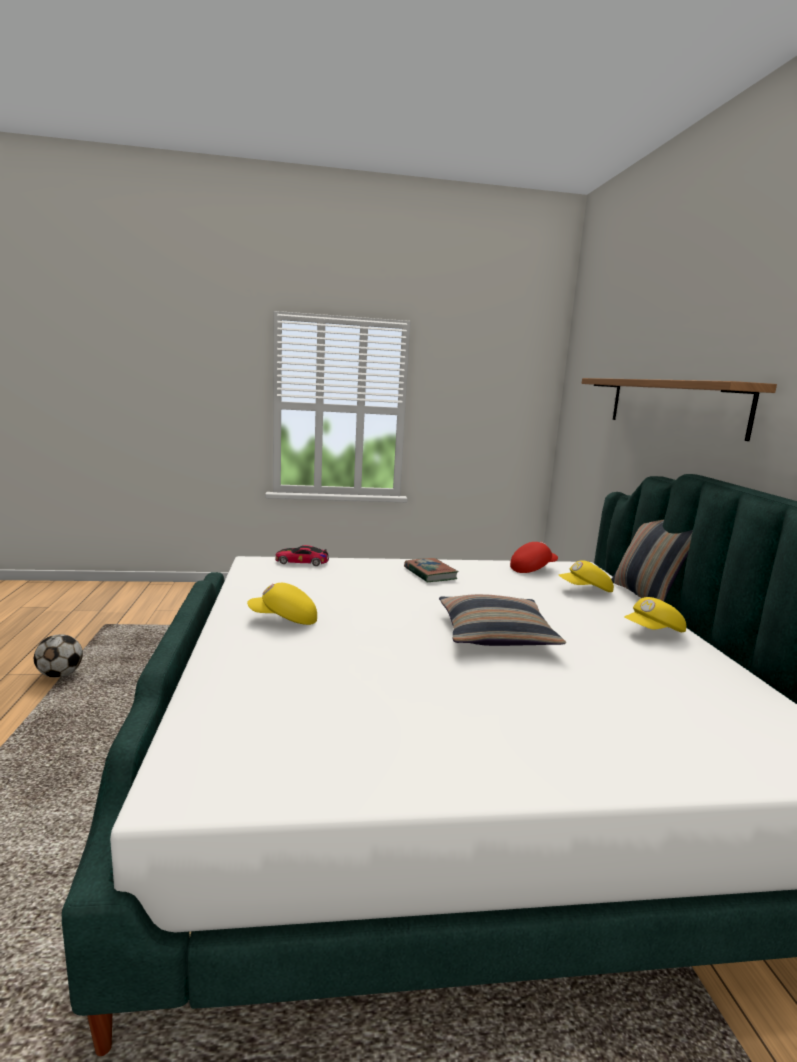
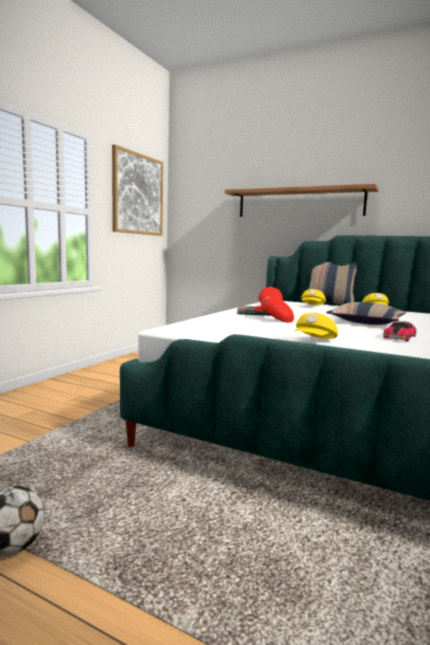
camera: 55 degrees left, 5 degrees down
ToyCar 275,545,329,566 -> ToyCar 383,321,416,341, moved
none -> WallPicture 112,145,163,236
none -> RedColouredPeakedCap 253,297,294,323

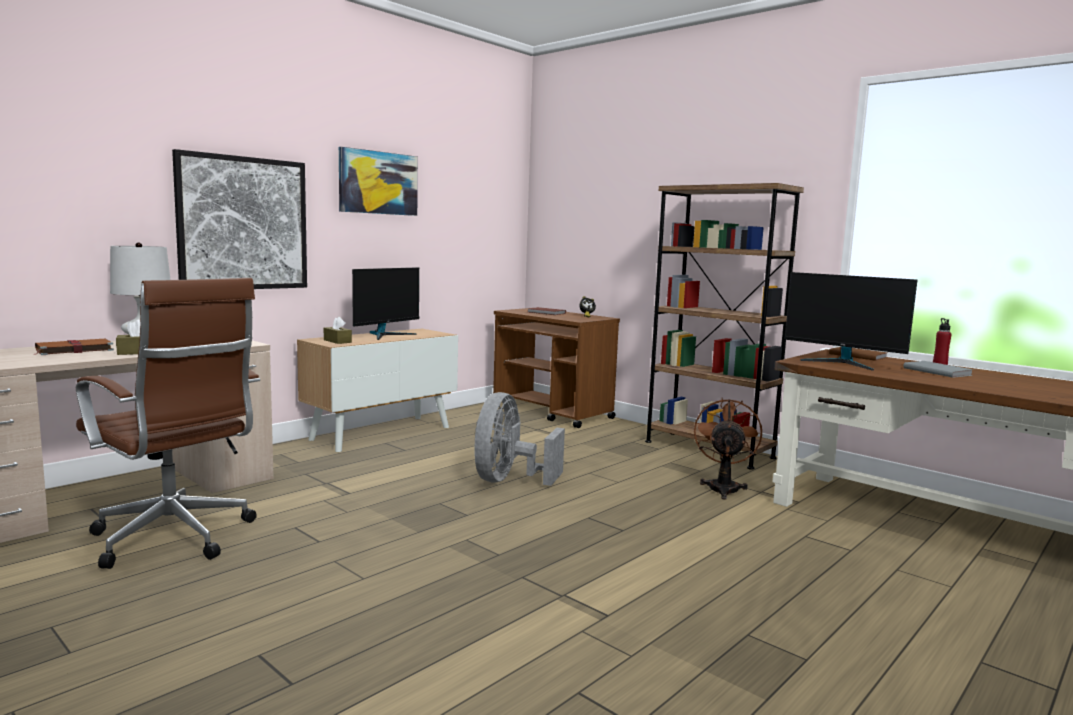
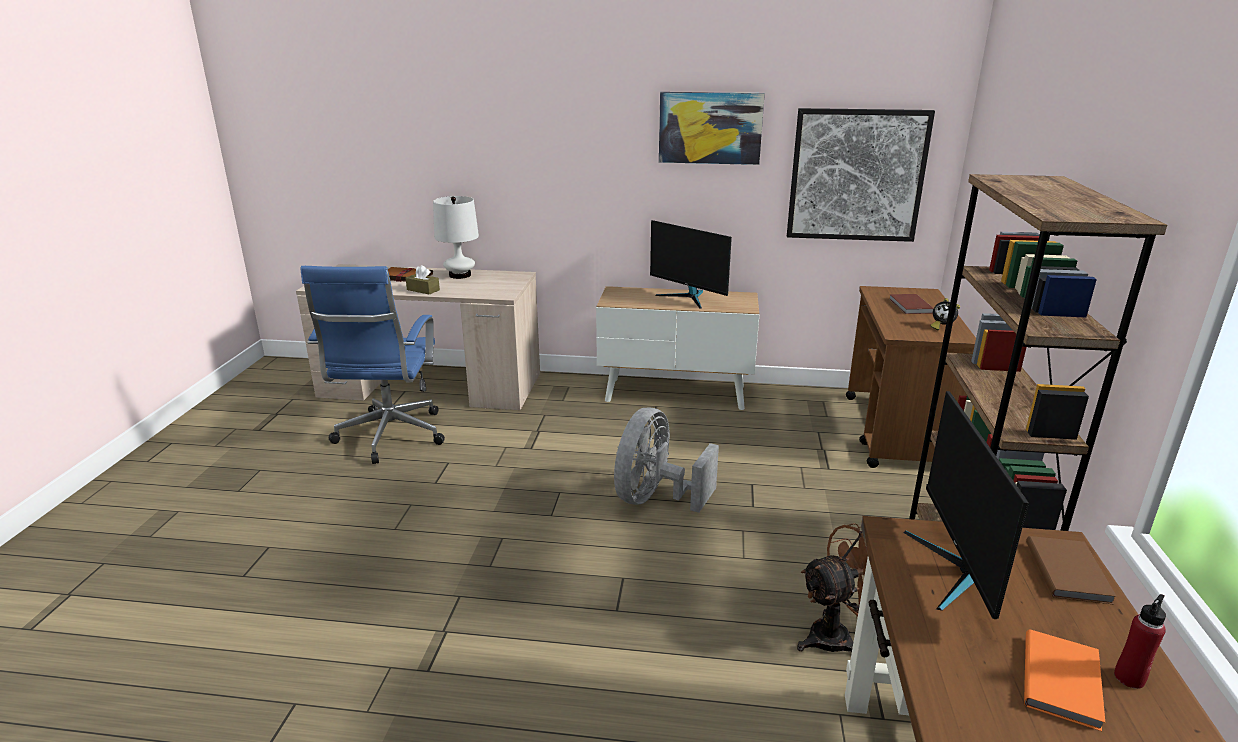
camera: 55 degrees right, 15 degrees up
BrownOfficeChair 76,278,260,569 -> BluishOfficeChair 300,266,445,464
WallPicture 172,149,307,289 -> WallPicture 787,108,935,242, moved
BrownBoxOfTissues 324,316,352,344 -> none
ComputerDisplay 352,267,419,340 -> ComputerDisplay 650,220,732,309, 45 degrees clockwise
GreyCoolingFan 474,392,565,486 -> GreyCoolingFan 614,408,719,513, 45 degrees counterclockwise
GreyBoundBook 903,361,973,378 -> OrangeBoundBook 1024,629,1105,731

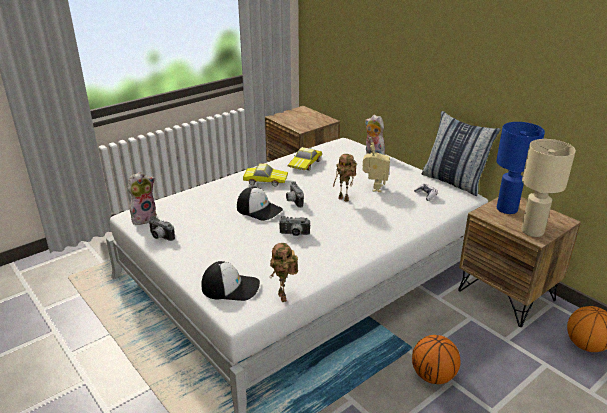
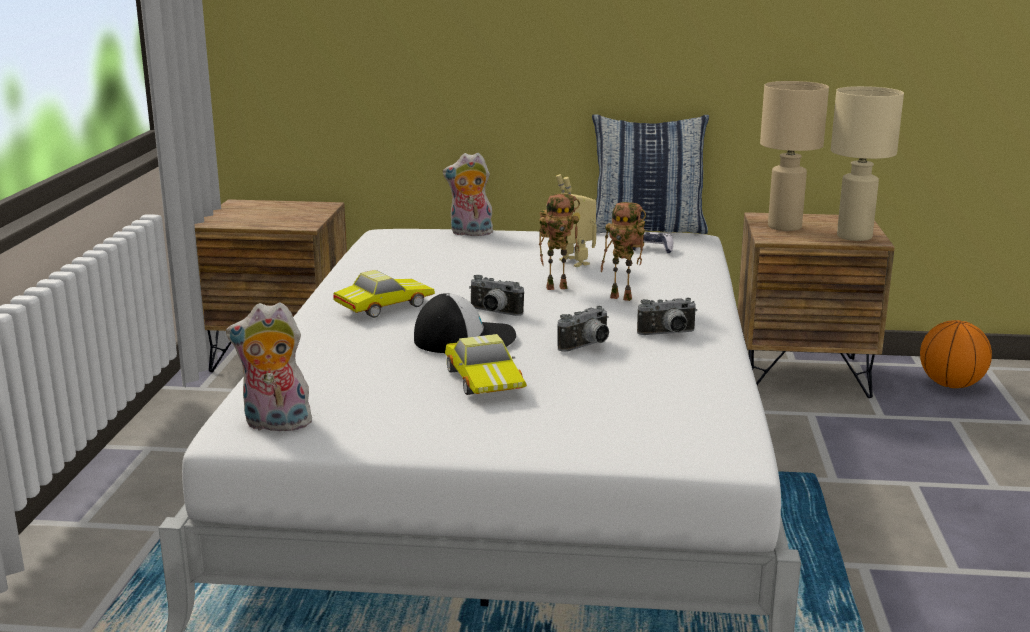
camera: 45 degrees left, 10 degrees down
CuddlyToy 128,172,157,225 -> CuddlyToy 226,302,315,431, 90 degrees counterclockwise
PhotoCamera 148,216,175,241 -> PhotoCamera 637,298,697,335, moved
PeakedCap 201,261,260,301 -> none
RobotFigure 269,243,298,302 -> RobotFigure 601,202,646,301, moved
ToyCar 288,147,322,171 -> ToyCar 445,334,527,395, moved
BallForBasketball 412,335,461,384 -> none
BluishTabletopLamp 496,122,545,214 -> SandColouredTabletopLamp 760,81,829,231

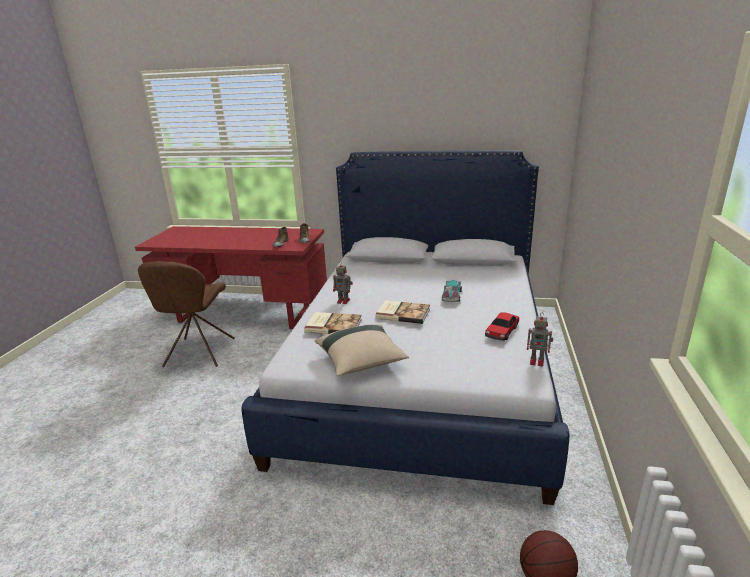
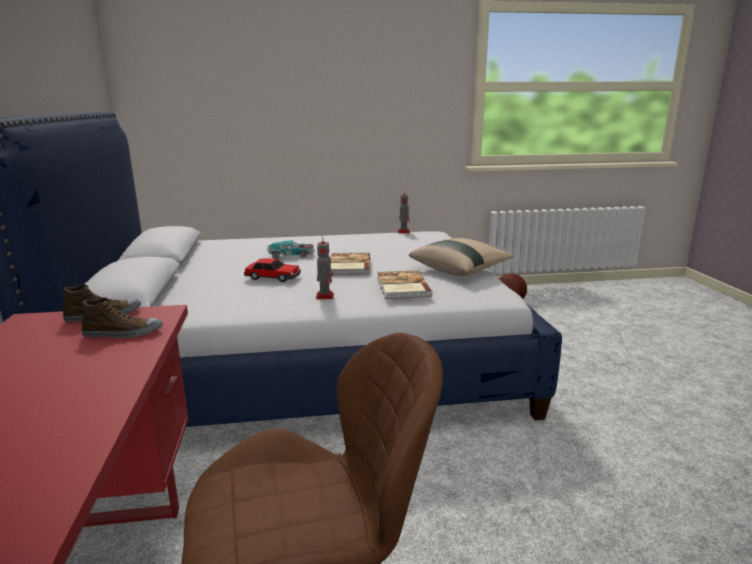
camera: 110 degrees left, 5 degrees down
ToyCar 485,312,519,341 -> ToyCar 244,258,301,282, moved

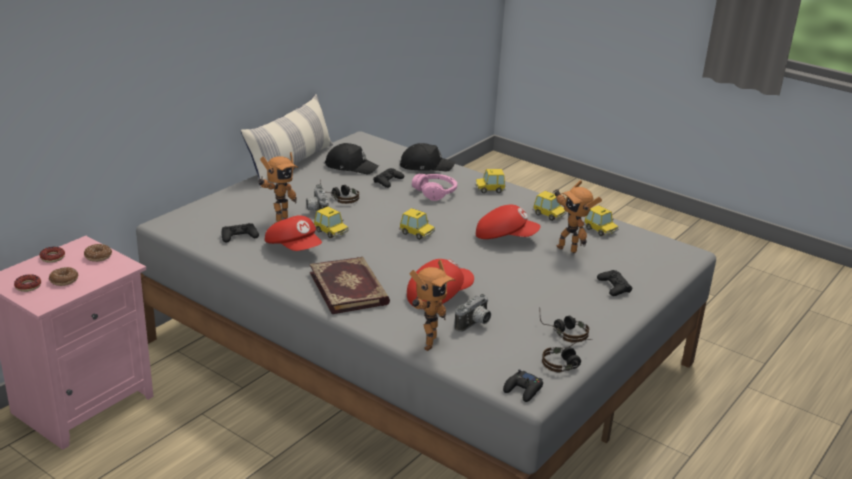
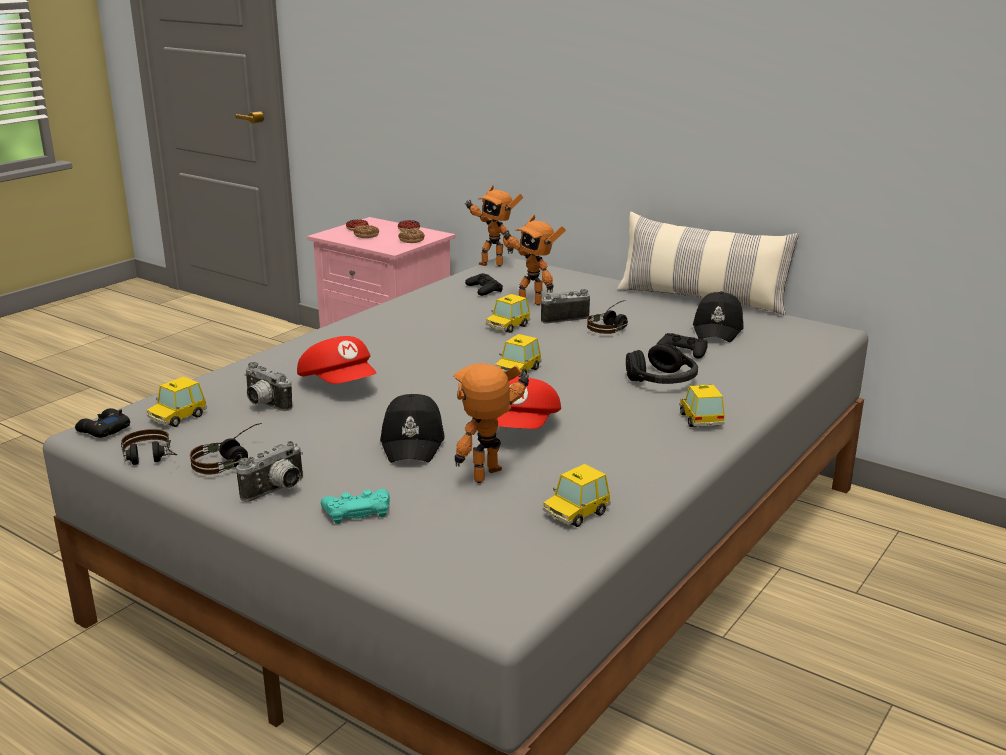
camera: 90 degrees right, 5 degrees down
RedColouredPeakedCap 265,215,322,251 -> none
BoundBook 310,257,390,314 -> none
BlackColouredPeakedCap 400,143,455,172 -> BlackColouredPeakedCap 380,394,445,463, moved
RobotFigure 409,260,456,351 -> RobotFigure 464,185,523,266, moved
PinkPairOfHeadphones 412,173,457,201 -> BlackColouredPairOfHeadphones 626,344,698,384
ToyCar 533,191,567,221 -> ToyCar 147,376,207,427, moved
BlackColouredJoypad 597,270,632,296 -> BlueGreenJoypad 321,489,390,524
none -> PhotoCamera 236,441,303,502

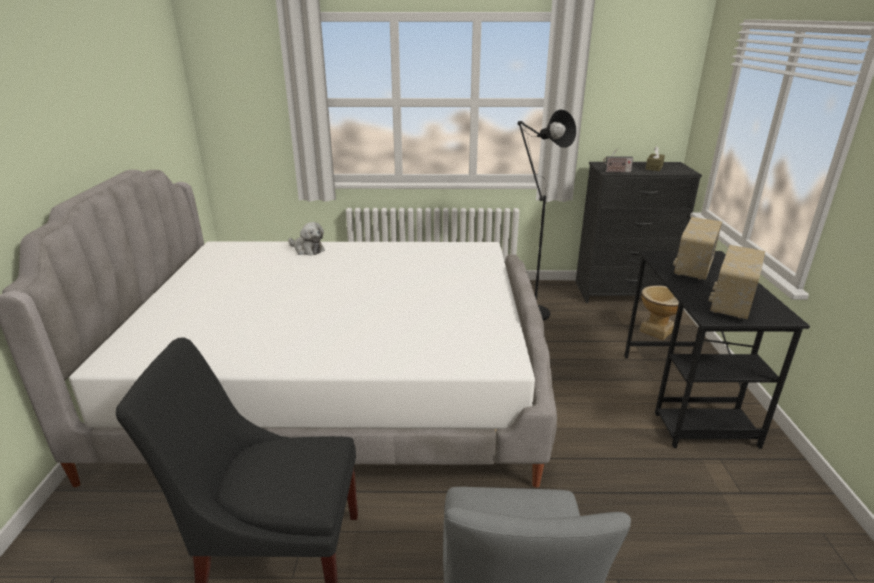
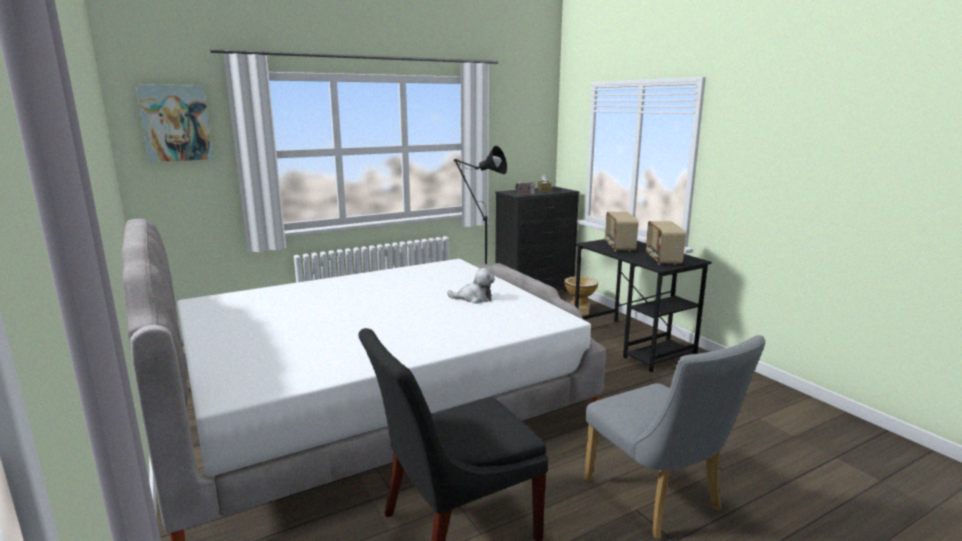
camera: 30 degrees left, 10 degrees down
CuddlyToy 288,222,325,256 -> CuddlyToy 447,268,495,304, moved
none -> WallPicture 136,84,213,162

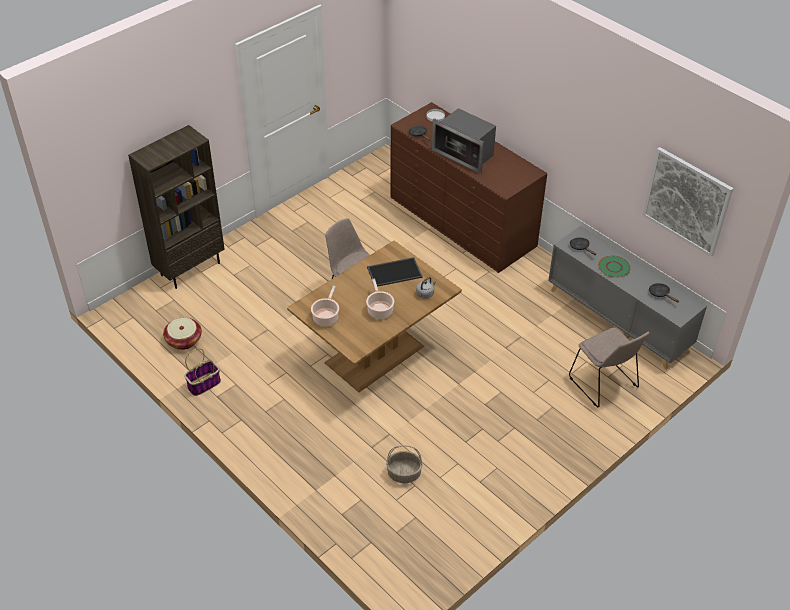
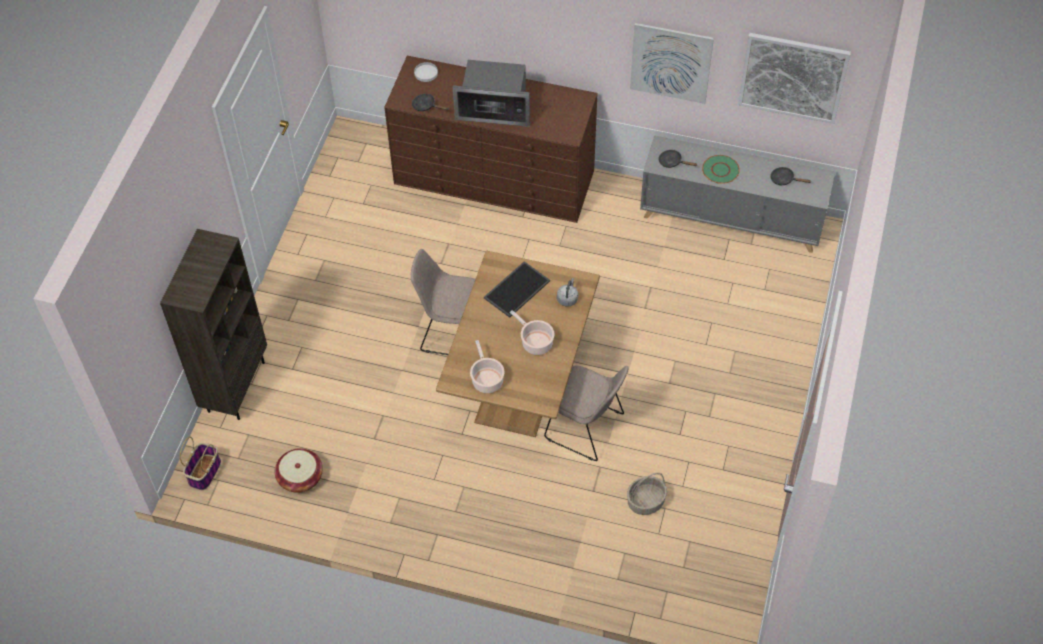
camera: 30 degrees left, 10 degrees up
HouseholdBasket 184,348,221,396 -> HouseholdBasket 180,437,221,490, moved
SandColouredUprightChair 569,328,650,408 -> SandColouredUprightChair 544,365,629,461, moved
none -> WallPicture 630,23,714,104

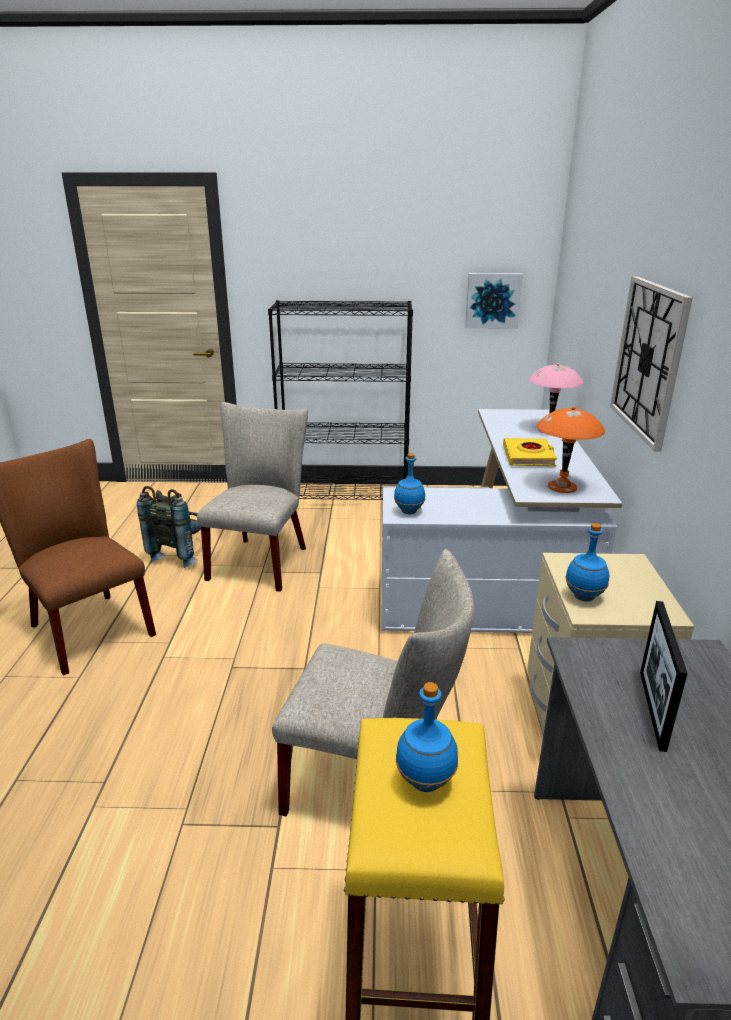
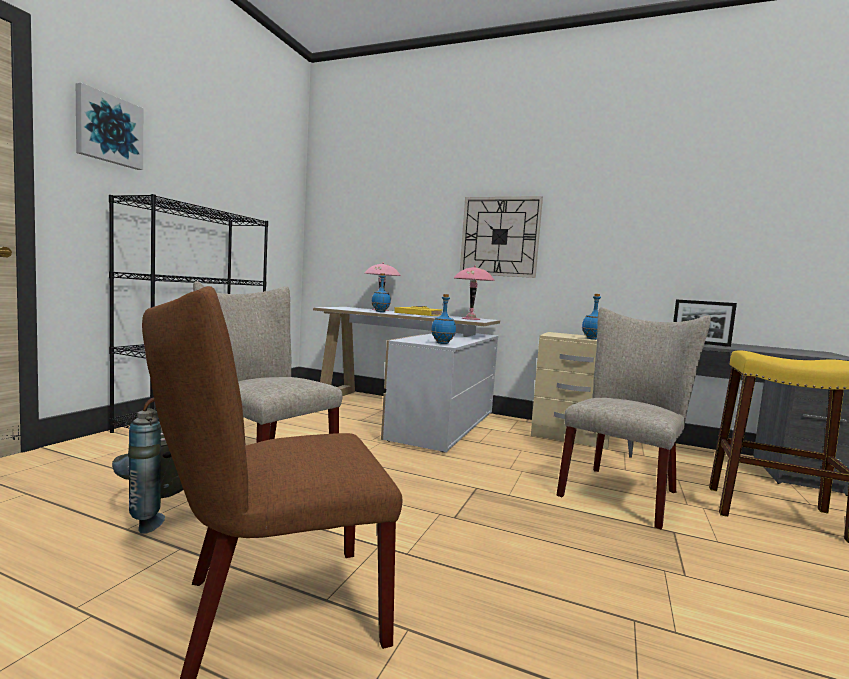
camera: 70 degrees left, 20 degrees down
BluishBottle 396,682,458,792 -> BluishBottle 371,273,391,312, moved
WallPicture 465,273,523,329 -> WallPicture 76,83,143,170, moved
OrangeTabletopLamp 537,407,605,493 -> PinkTabletopLamp 454,265,495,320

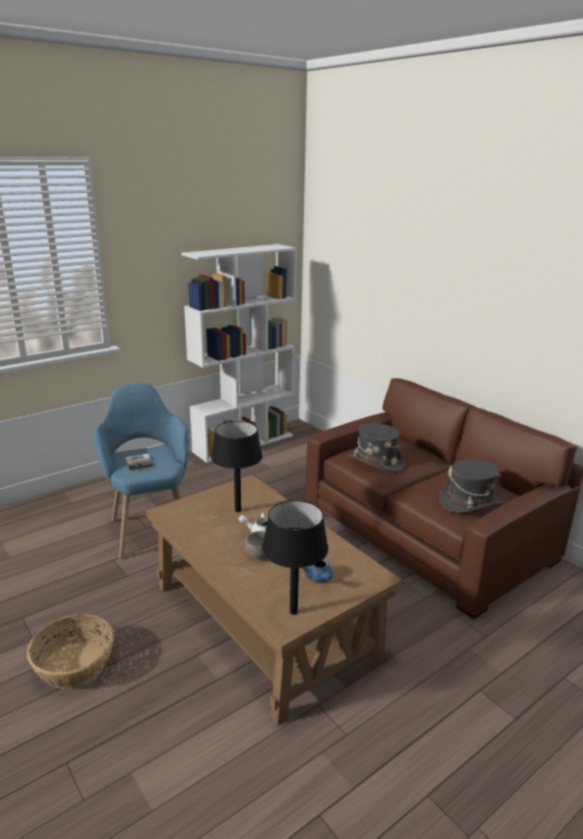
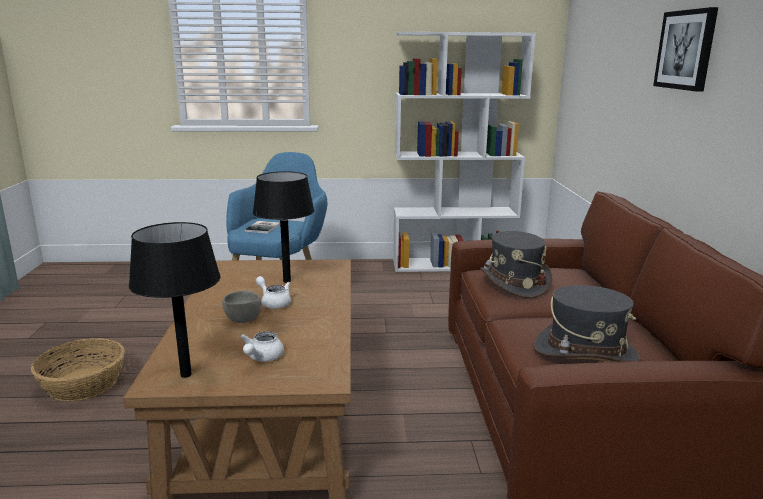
camera: 35 degrees right, 5 degrees down
BluishTeaPot 303,559,333,582 -> WhiteColouredTeaPot 240,331,284,361
none -> WallPicture 653,7,718,92

